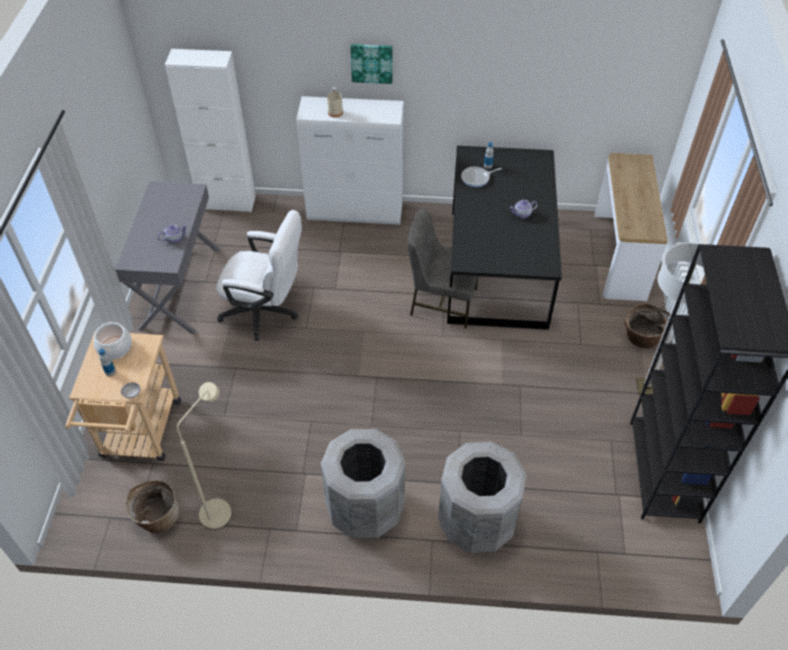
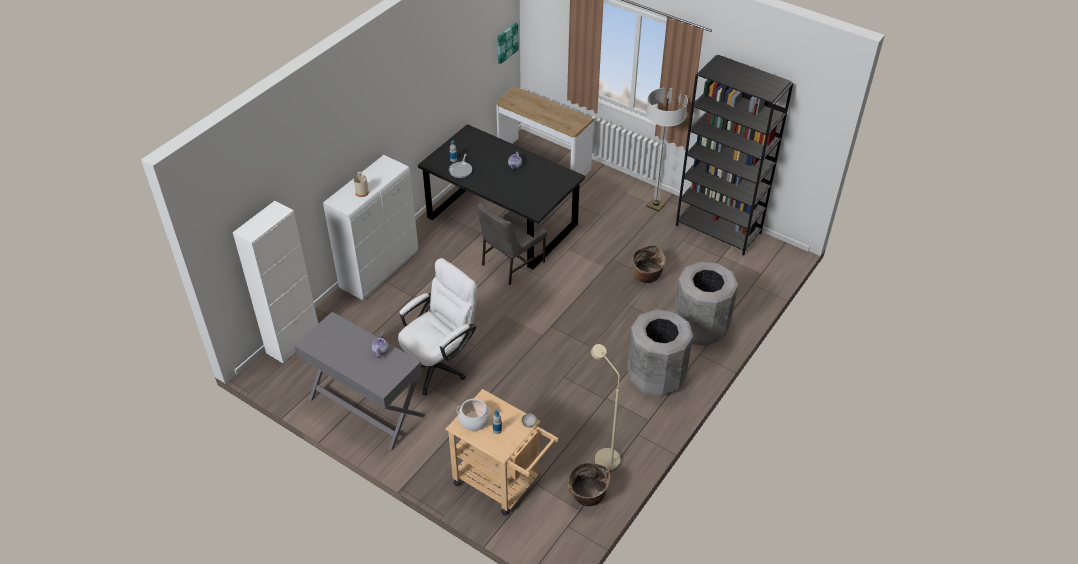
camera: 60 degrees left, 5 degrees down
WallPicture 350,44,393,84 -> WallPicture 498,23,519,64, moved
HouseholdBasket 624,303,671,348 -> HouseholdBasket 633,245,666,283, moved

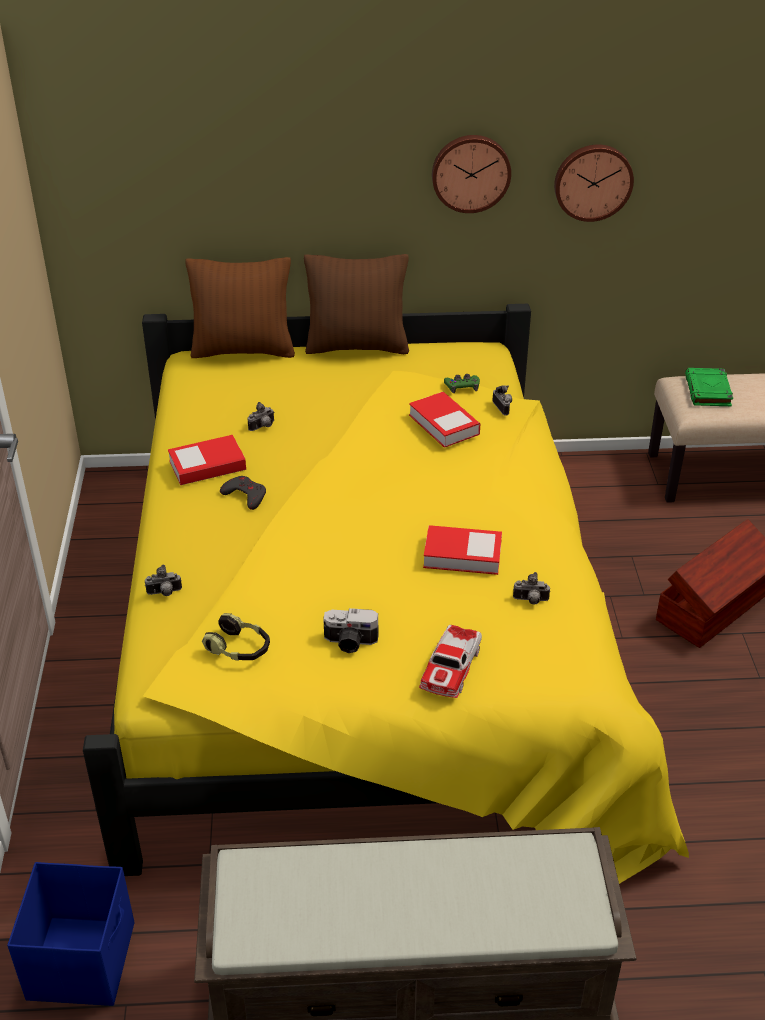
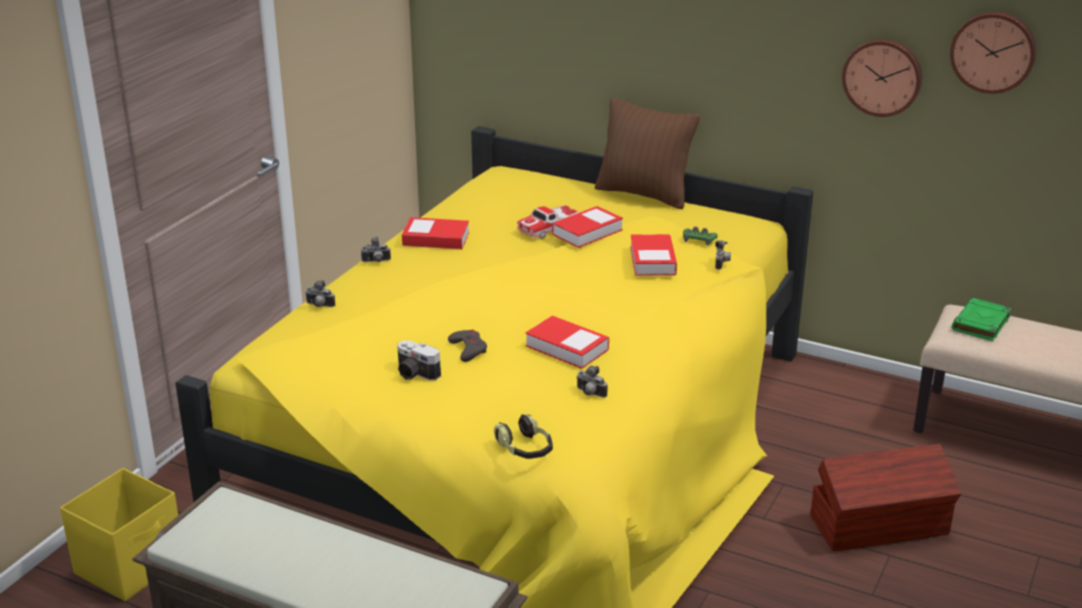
camera: 30 degrees right, 10 degrees down
BluishStorageContainer 7,862,134,1006 -> YellowColouredStorageContainer 60,468,178,601
BrownCushion 185,257,295,358 -> none
PairOfHeadphones 202,613,270,661 -> PairOfHeadphones 494,414,553,459, moved
GreyJoypad 220,476,266,510 -> GreyJoypad 448,330,487,362, moved
PhotoCamera 247,402,275,431 -> PhotoCamera 361,237,391,262, moved
ToyCar 419,625,482,698 -> ToyCar 517,205,579,239, moved
WallClock 432,135,511,213 -> WallClock 950,11,1036,94, moved
none -> BoundBook 552,206,623,248

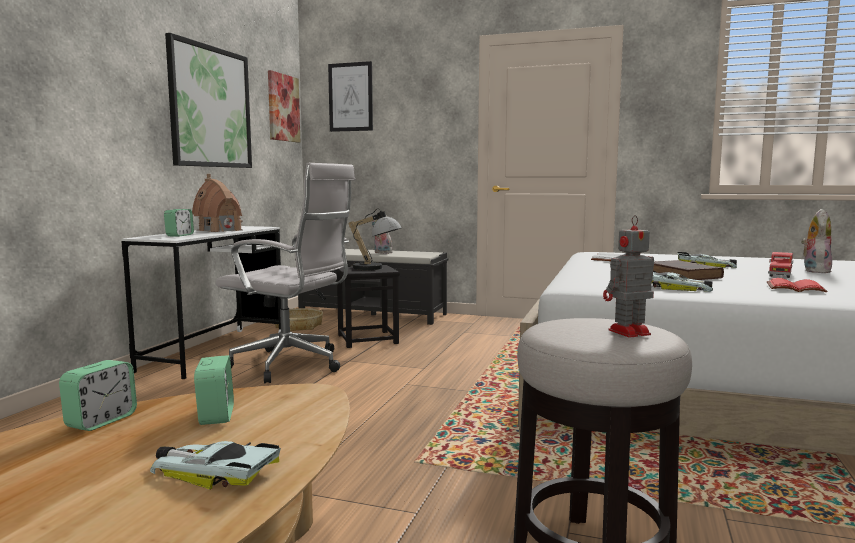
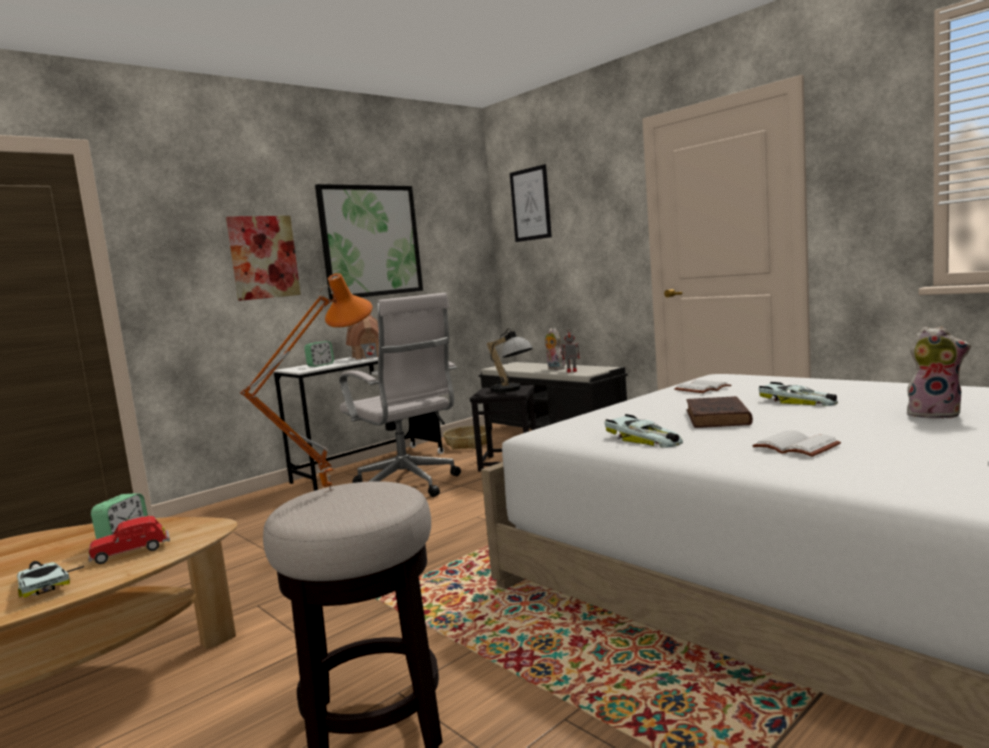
camera: 30 degrees right, 0 degrees up
TableClock 59,360,137,431 -> none
WallPicture 268,70,300,142 -> WallPicture 226,216,301,301, moved
RobotFigure 603,215,654,338 -> RobotFigure 561,329,580,373, moved
RedColouredBoundBook 767,278,827,292 -> WhiteColouredBoundBook 752,430,841,457
RedColouredToyCar 768,252,793,278 -> RedColouredToyCar 88,516,170,564, moved
CuddlyToy 801,209,832,273 -> CuddlyToy 907,326,971,419, 60 degrees clockwise
none -> OrangeTabletopLamp 240,273,373,493

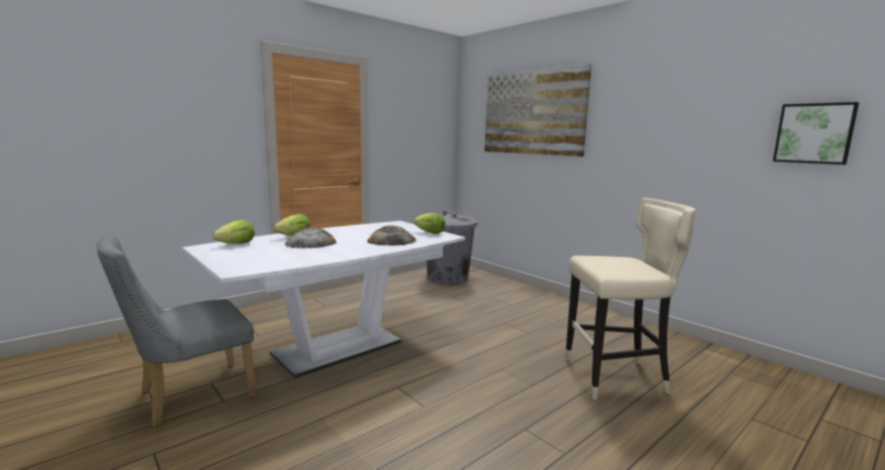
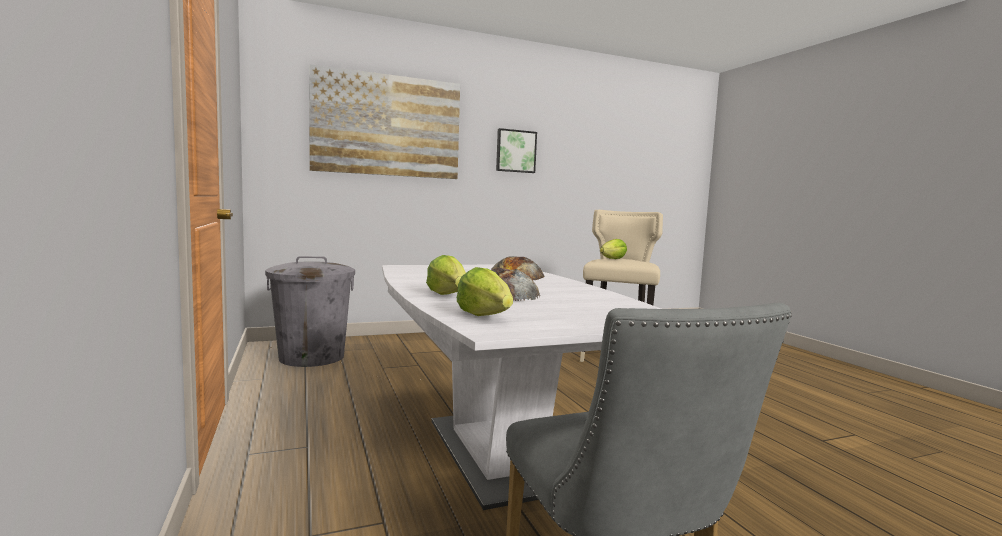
camera: 70 degrees left, 5 degrees down
Lettuce 413,213,445,234 -> Lettuce 600,239,627,259, moved
WallPicture 773,102,859,165 -> WallPicture 496,128,537,173, moved

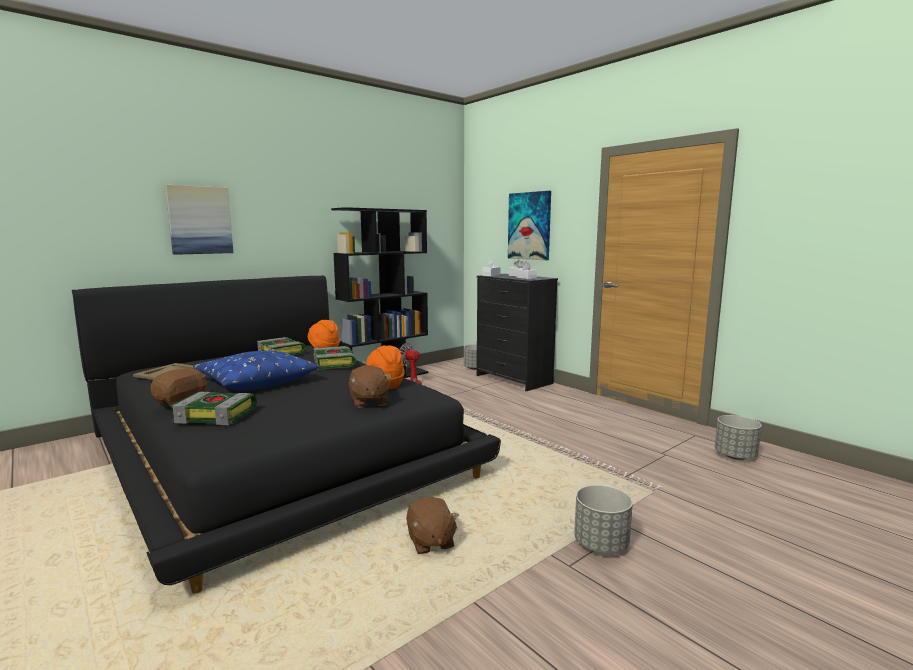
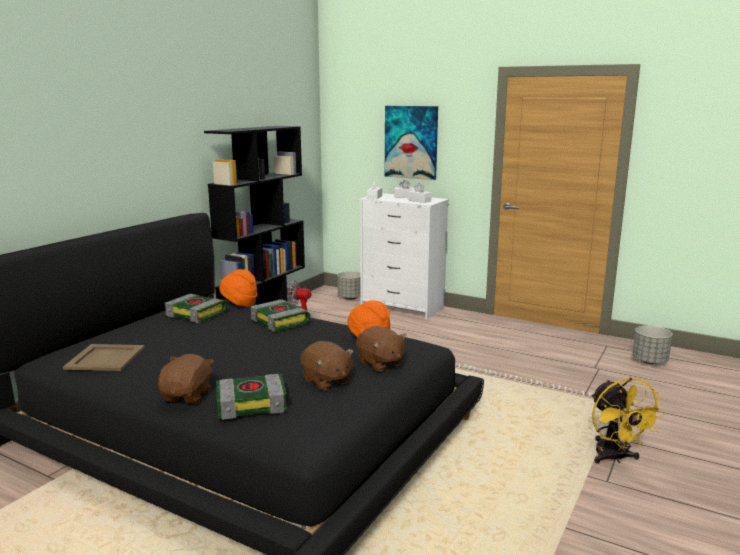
camera: 20 degrees left, 5 degrees up
WallPicture 165,185,233,255 -> none
BluishCushion 193,351,319,390 -> none
BrownCuddlyToy 406,497,459,554 -> BrownCuddlyToy 301,341,353,390, moved
BlackColouredDresser 477,274,558,391 -> WhiteColouredDresser 359,193,449,320
GreyPlanter 574,485,633,553 -> YellowColouredCoolingFan 592,378,666,464

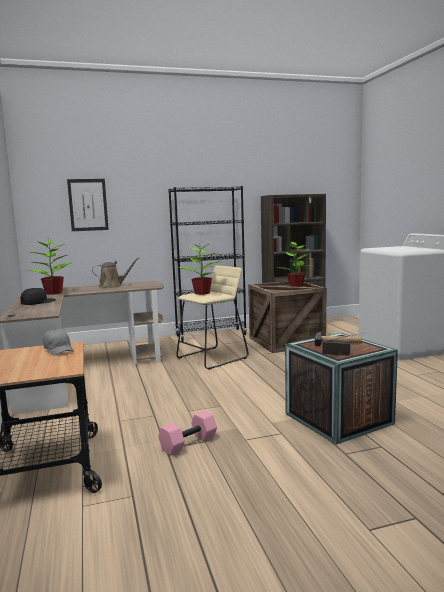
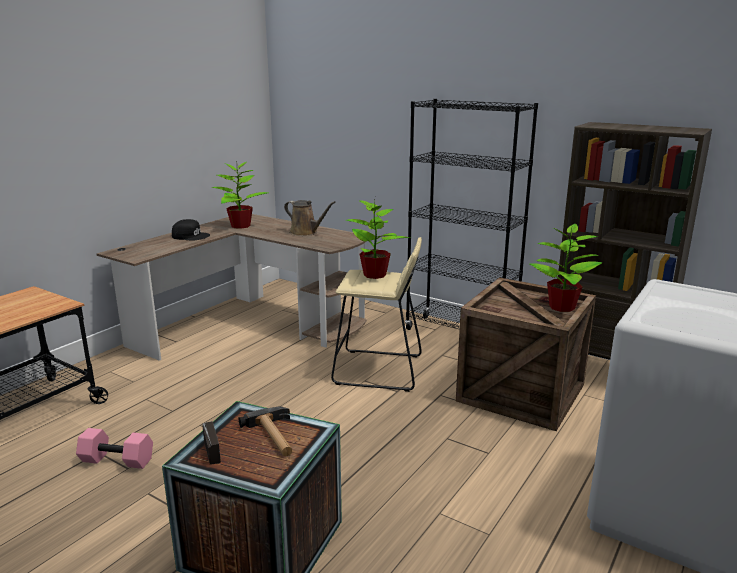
camera: 50 degrees right, 10 degrees up
GreyPeakedCap 43,329,74,356 -> none
WallPicture 67,179,109,231 -> none

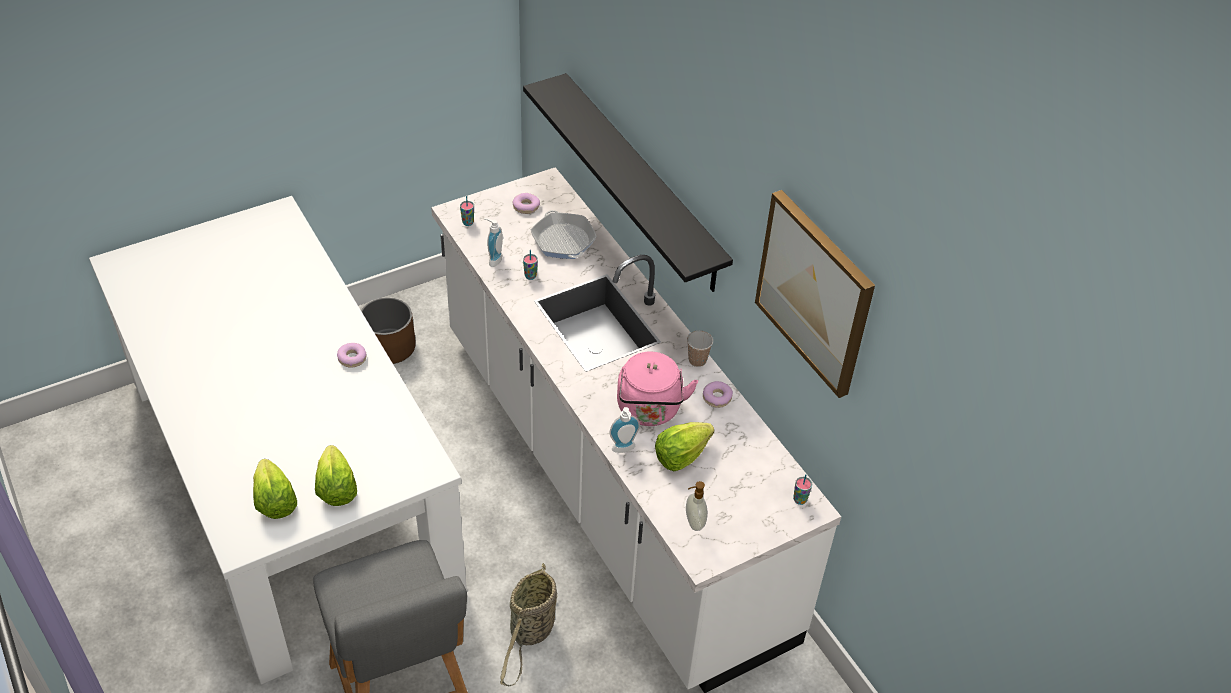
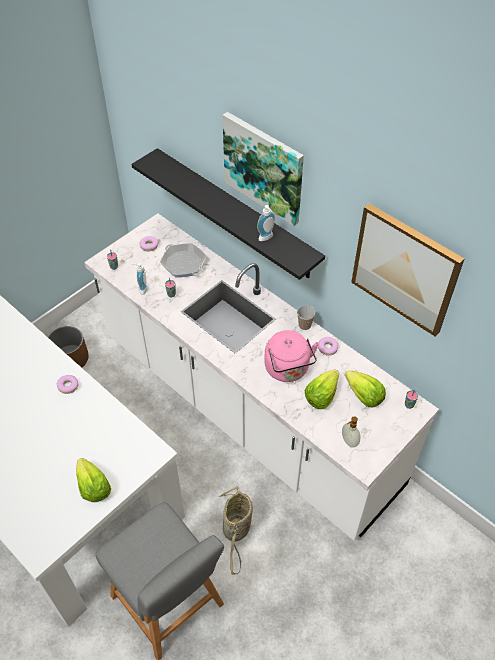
camera: 15 degrees left, 5 degrees up
Lettuce 253,459,297,519 -> Lettuce 345,370,386,407, moved
LiquidSoapBottle 609,407,640,453 -> LiquidSoapBottle 257,205,275,241, moved
none -> WallPicture 223,112,304,226

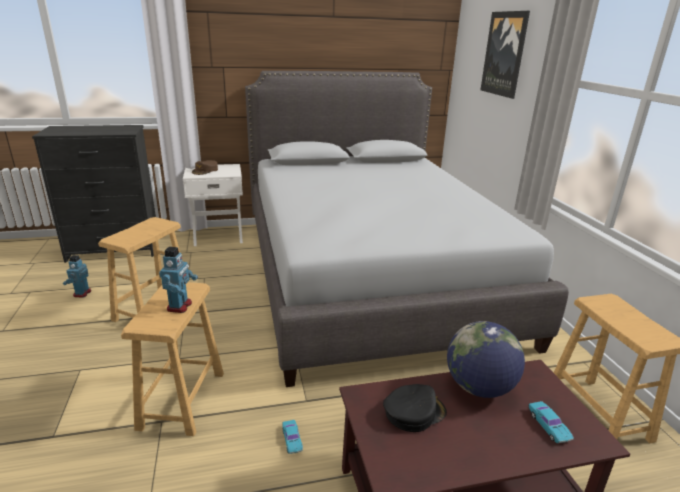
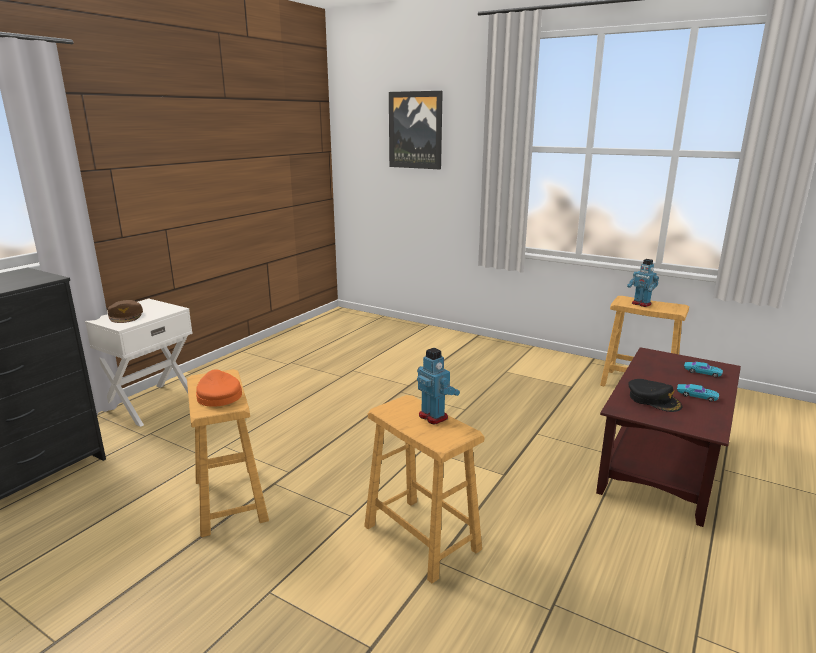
camera: 45 degrees left, 5 degrees down
RobotFigure 63,255,91,298 -> RobotFigure 627,259,659,307, moved
GreySleepingBed 245,71,569,387 -> none
BlueGreenToyCar 282,420,303,454 -> BlueGreenToyCar 677,384,719,402, moved
BlackColouredPeakedCap 383,384,447,432 -> BlackColouredPeakedCap 628,379,682,412, 120 degrees clockwise
DeskGlobe 447,321,525,398 -> none
none -> OrangePeakedCap 196,369,242,407

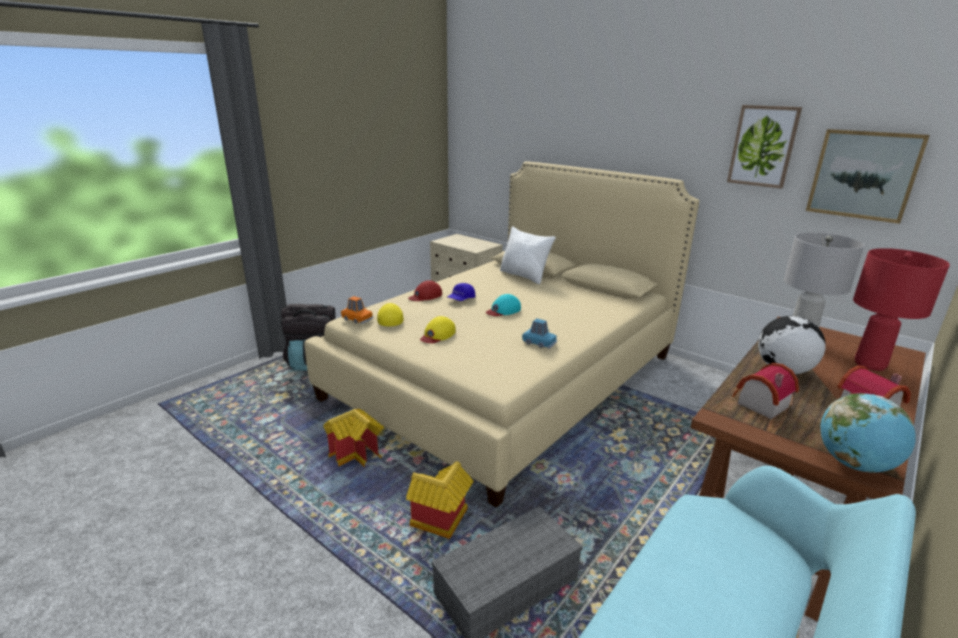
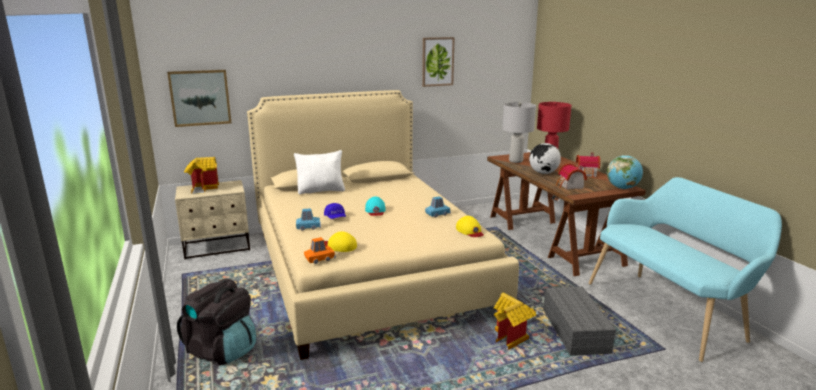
camera: 60 degrees left, 5 degrees down
MiniatureHouse 323,409,384,467 -> MiniatureHouse 184,157,219,194, moved
RedColouredPeakedCap 408,280,442,301 -> BluishToyCar 296,208,321,231
YellowColouredPeakedCap 420,316,456,343 -> YellowColouredPeakedCap 456,216,484,237, moved
WallPicture 806,129,930,224 -> WallPicture 167,70,231,127, moved

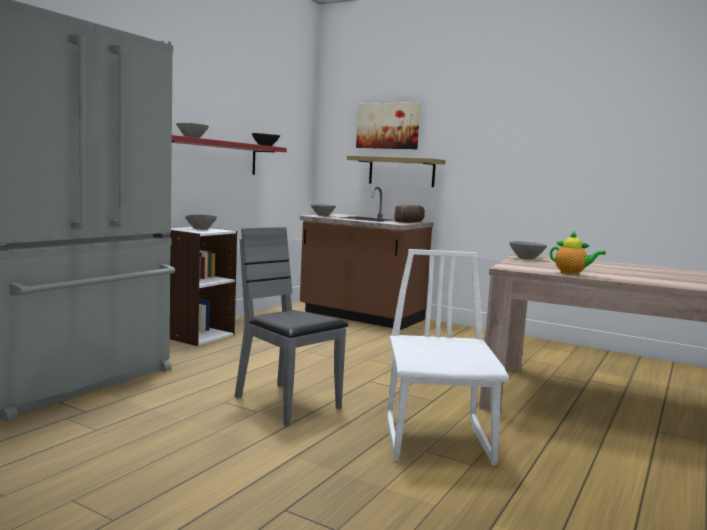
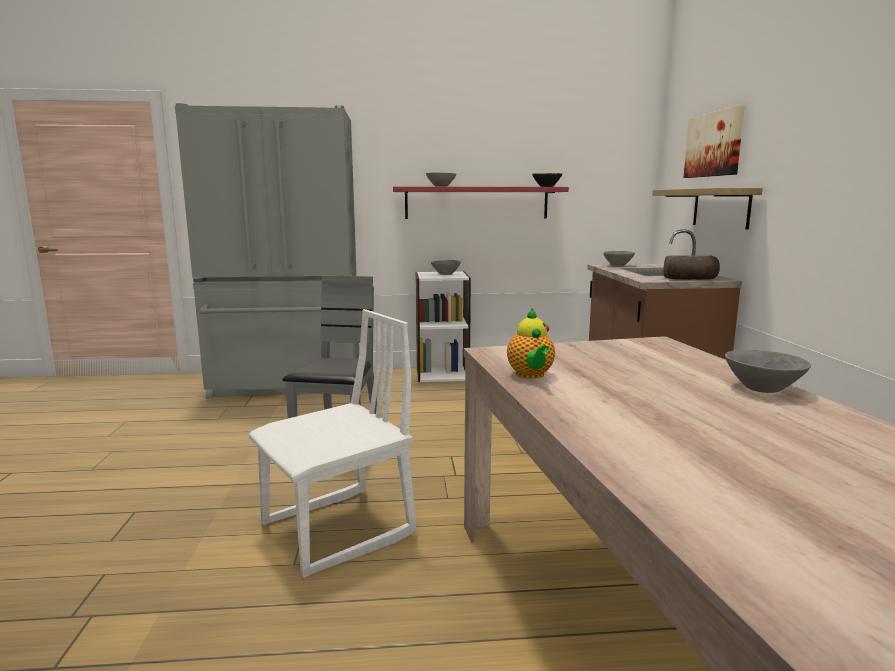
camera: 55 degrees right, 5 degrees up
GreyDeepDish 509,241,547,259 -> GreyDeepDish 725,350,811,393, moved

